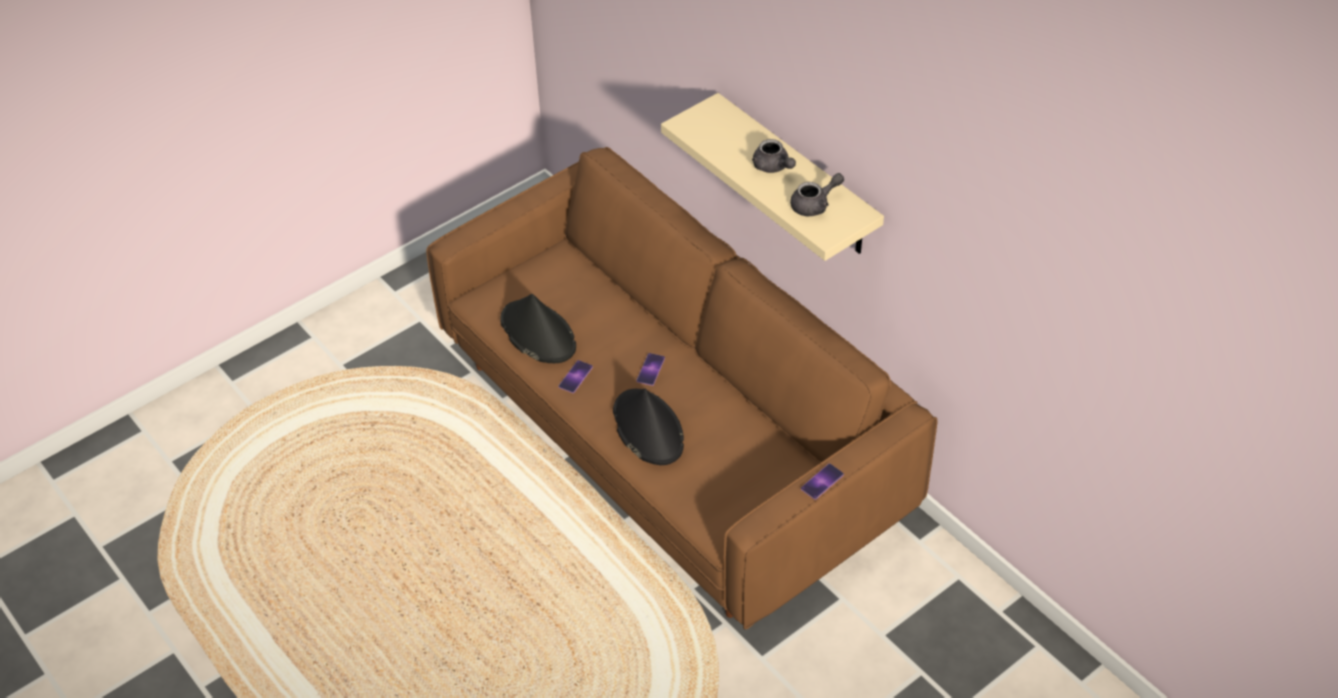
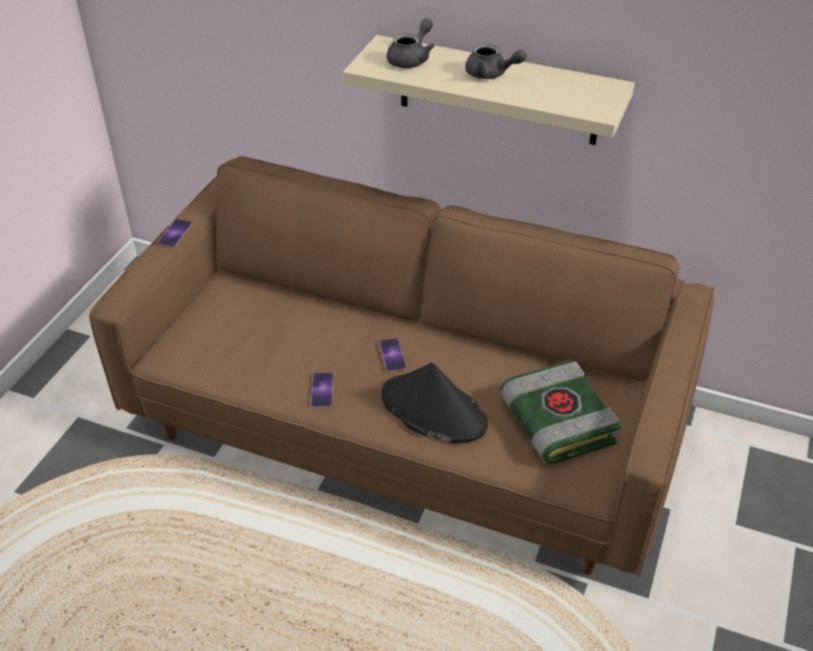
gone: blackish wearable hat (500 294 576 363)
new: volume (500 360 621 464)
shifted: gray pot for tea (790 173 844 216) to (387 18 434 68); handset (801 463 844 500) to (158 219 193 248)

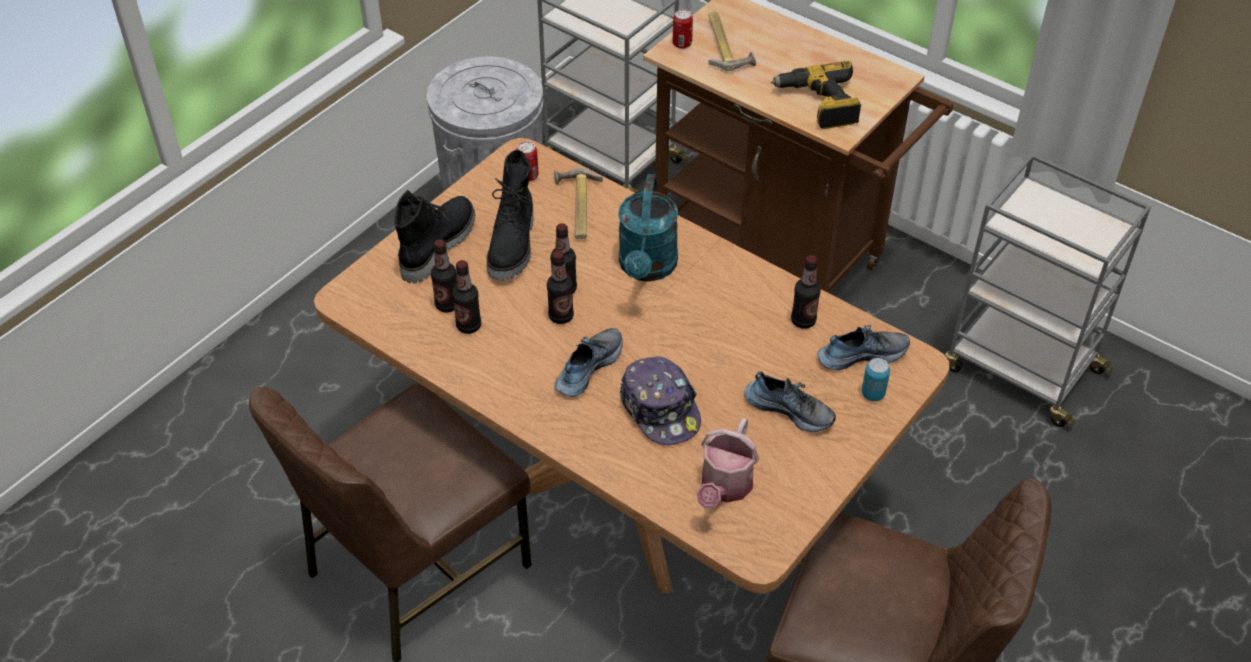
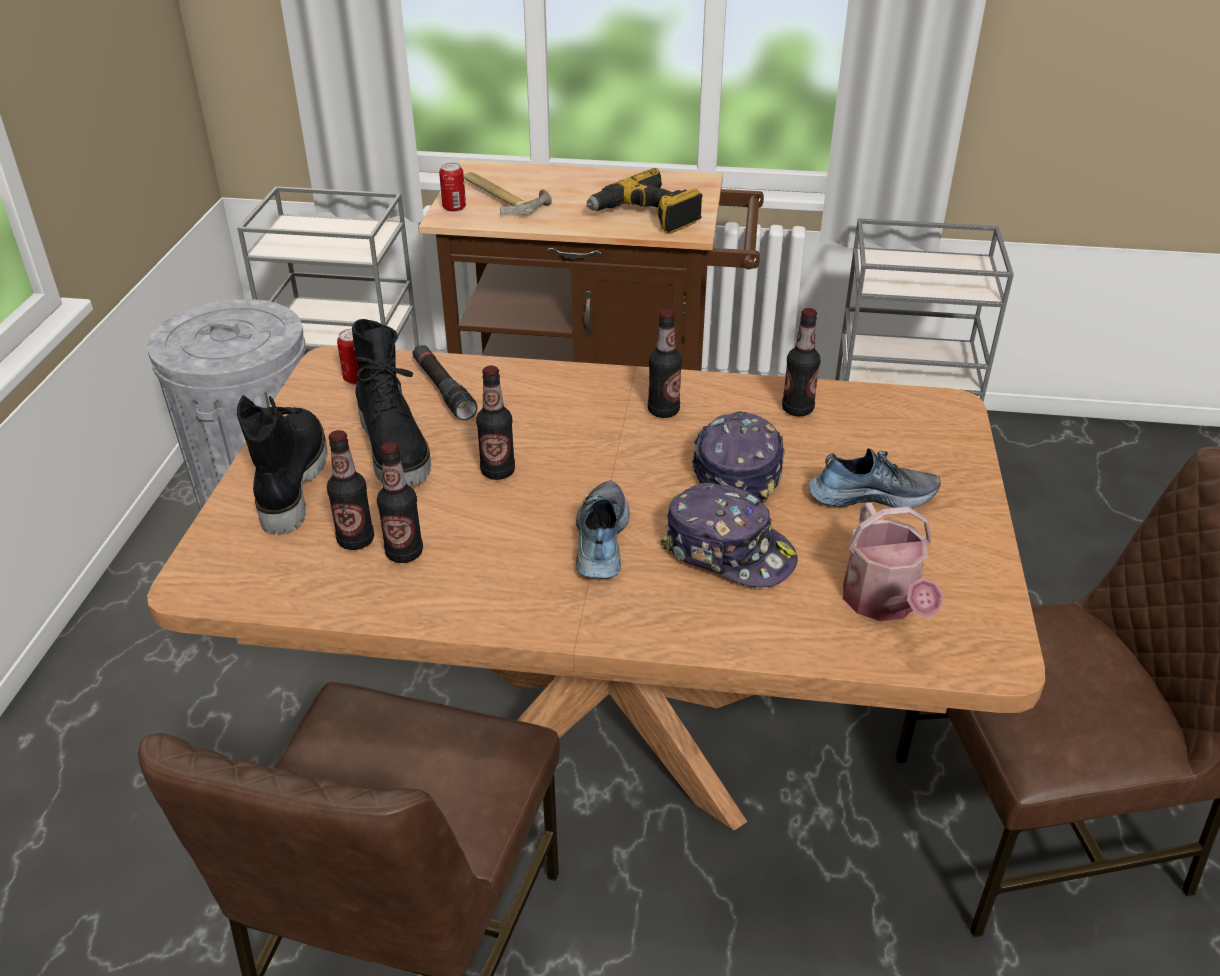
gone: turquoise watering pot (618 174 678 281); shoe (817 325 910 370); can (862 358 890 401)
new: baseball cap (692 411 785 503)
shifted: beverage bottle (547 251 574 324) to (648 309 682 418)
swapped: tool hammer (554 168 603 239) to blackish hand torch (412 345 478 420)

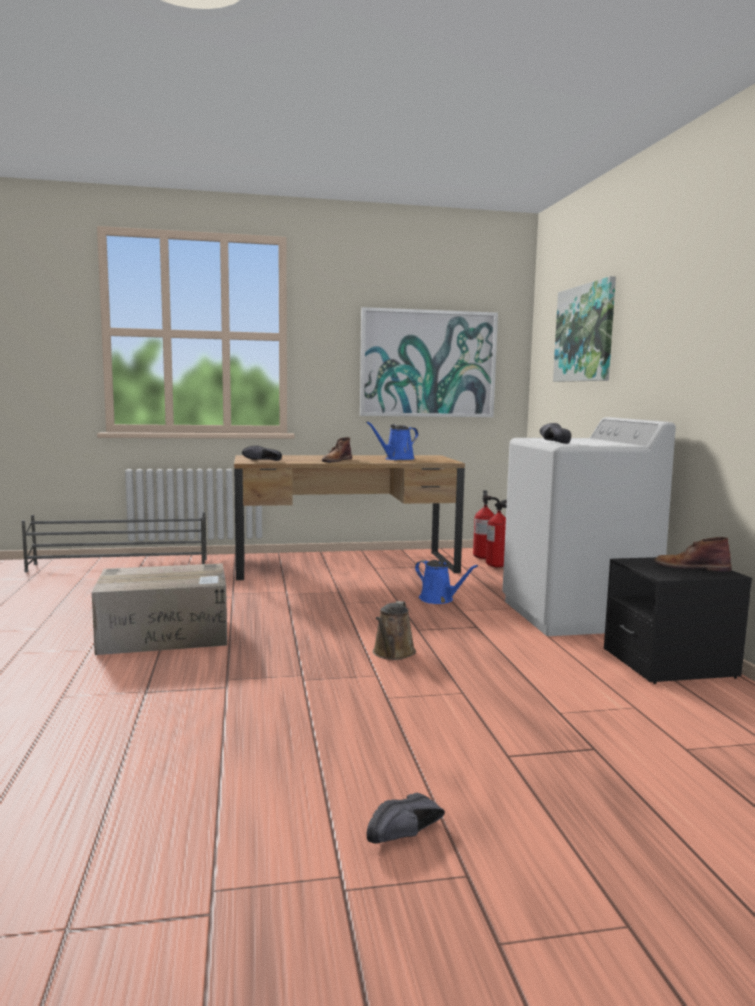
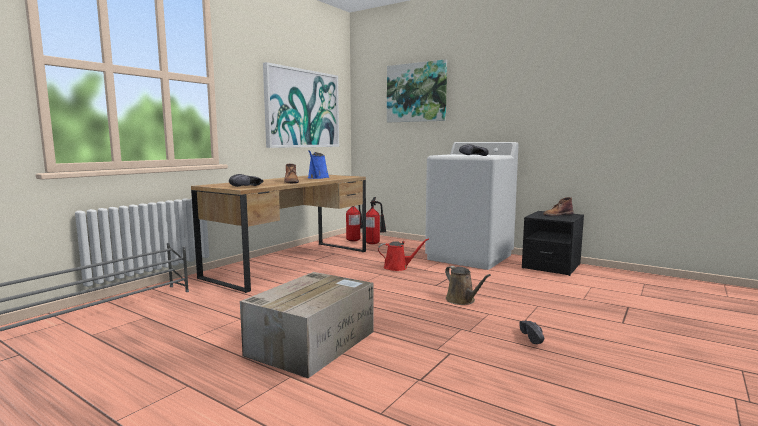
shifted: blackish shoe (367 793 445 844) to (519 321 544 344)
repainted: blue watering pot (415 560 478 604) to red watering pot (378 238 429 271)

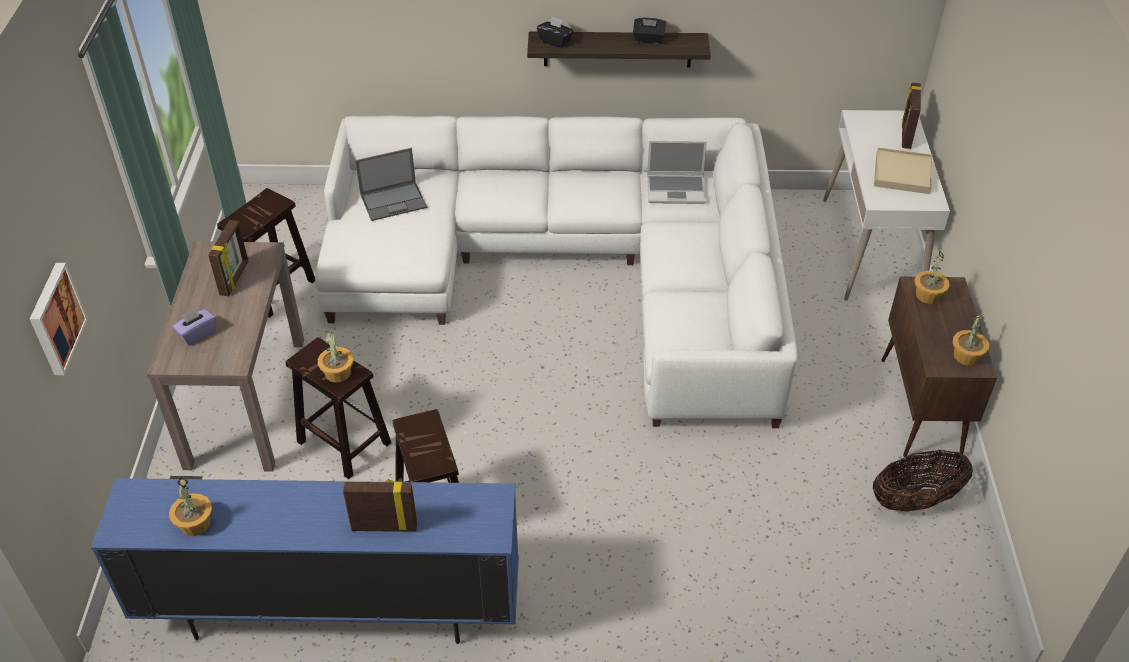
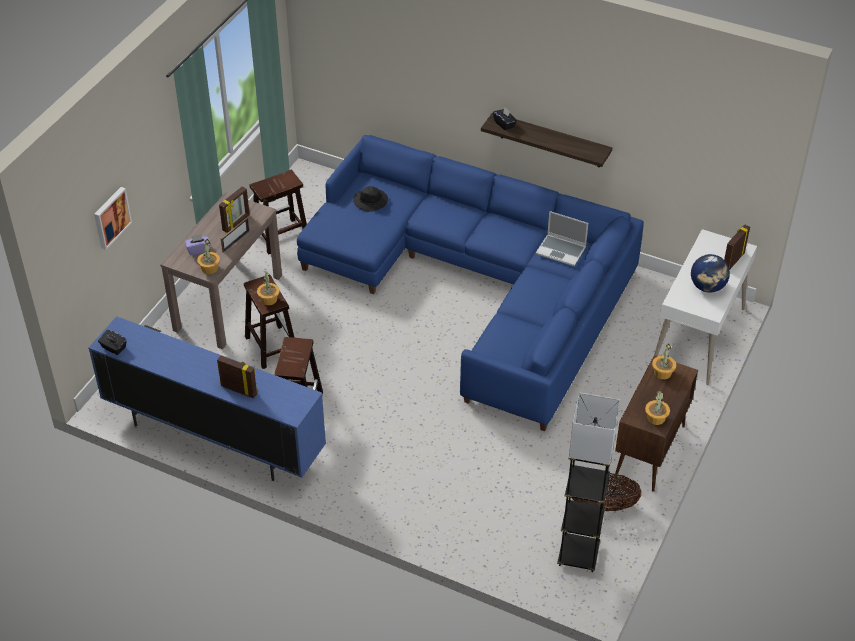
new: standing frame (221 217 250 253); gray floor lamp (557 392 620 572)
shifted: blackish box of tissues (633 18 666 44) to (98 330 127 355); plant in a pot (169 476 212 536) to (197 239 220 274)
swapped: sand-coloured carrying tray (874 147 932 194) to world globe (691 254 730 293); notebook computer (355 148 427 221) to blackish wearable hat (353 186 388 212)
repainted: whitish couch (315 115 797 428) to blue couch (297 135 644 431)

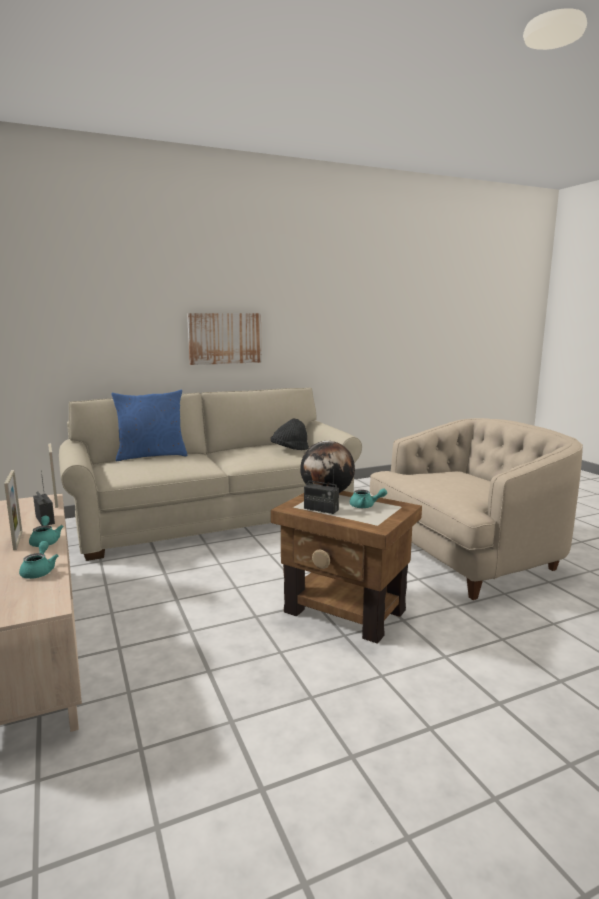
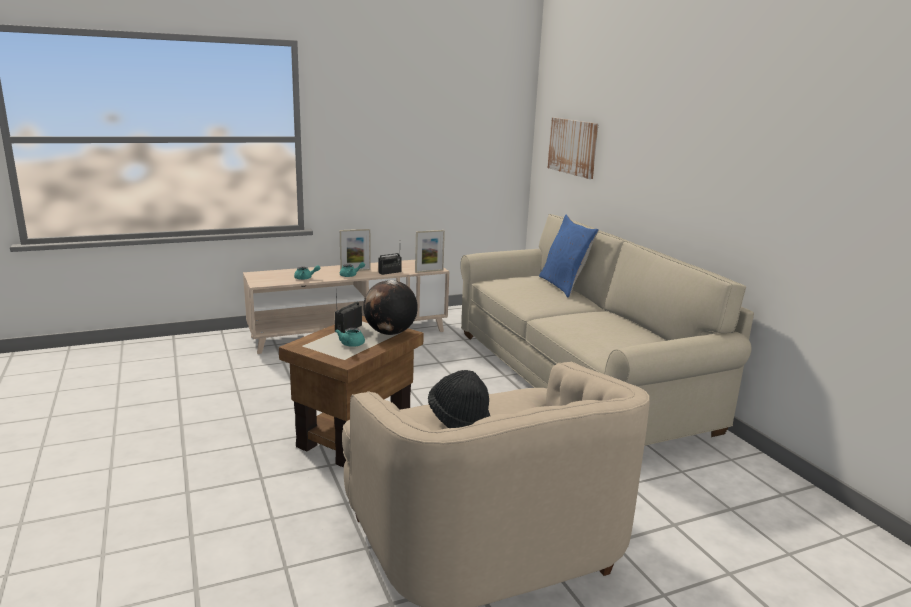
shifted: wall picture (187 313 262 365) to (548 118 598 179); blackish wearable hat (271 418 309 450) to (428 370 490 428)

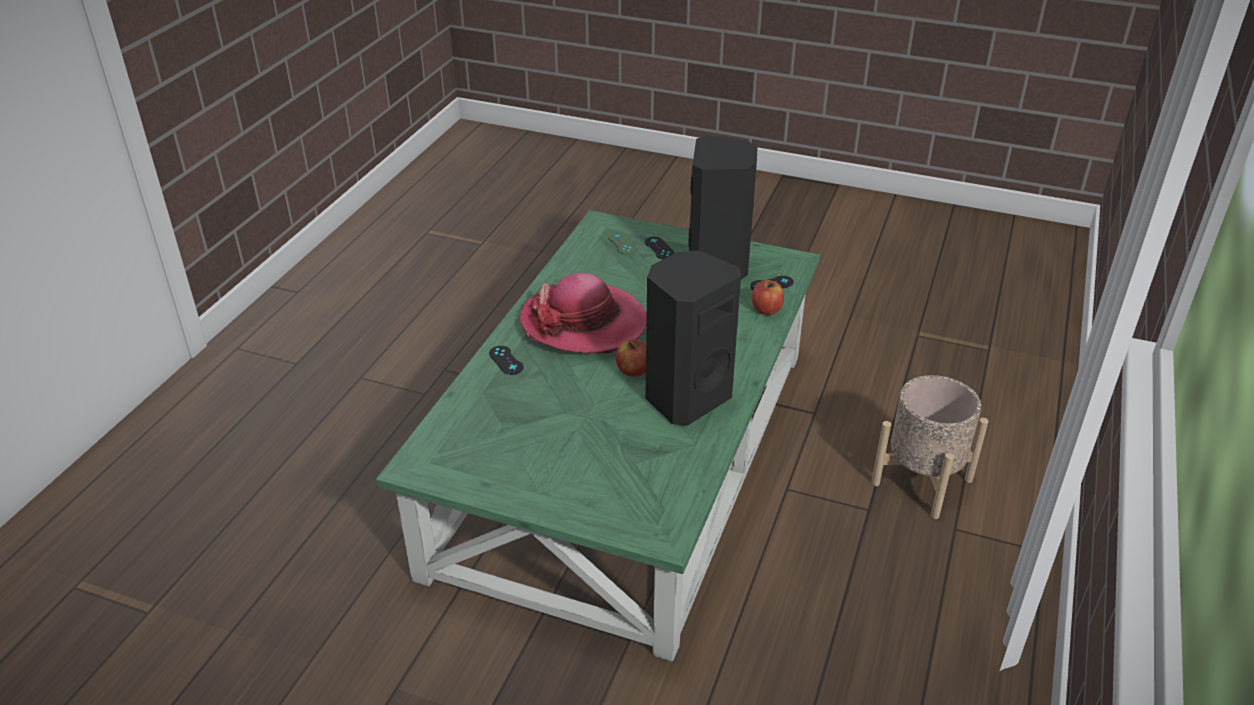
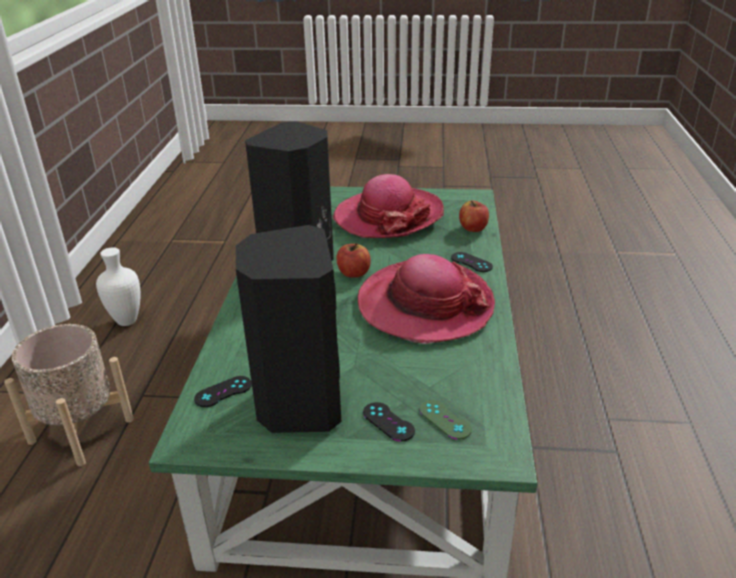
new: wearable hat (333 174 444 238); whitish decorative vase (96 247 140 326)
shifted: whole apple (752 280 784 315) to (459 200 489 232)

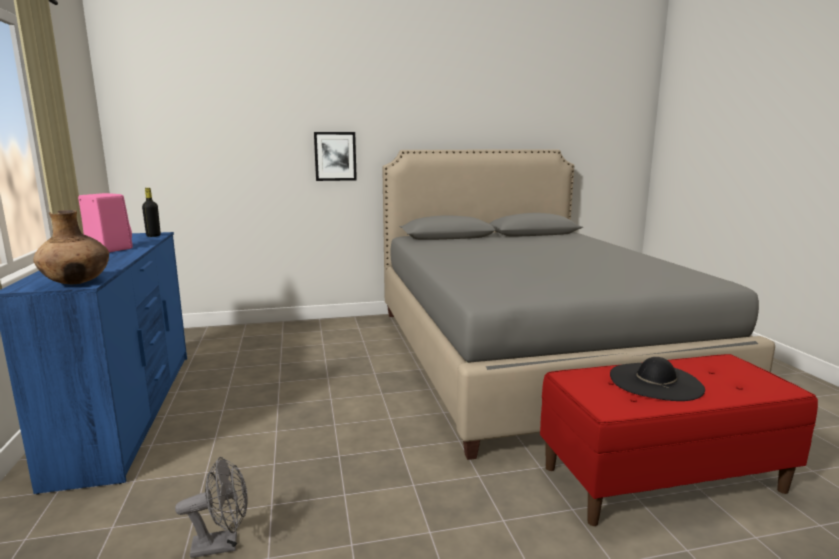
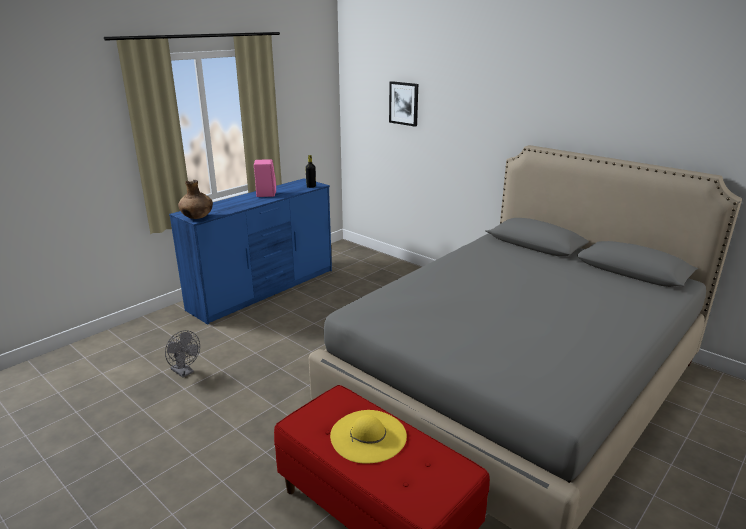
shifted: wall picture (314 132 357 181) to (389 81 418 127)
repainted: blackish wearable hat (610 357 705 401) to yellow wearable hat (330 410 407 464)

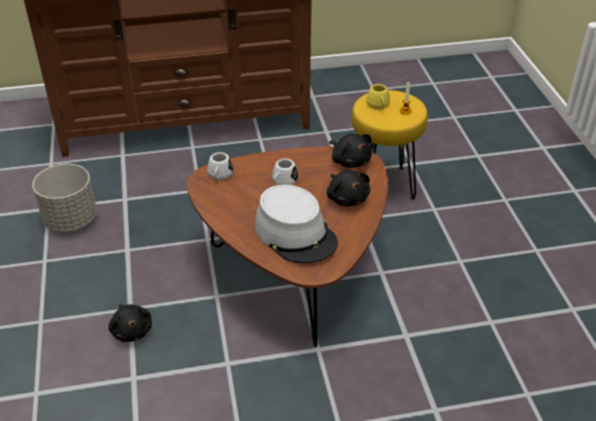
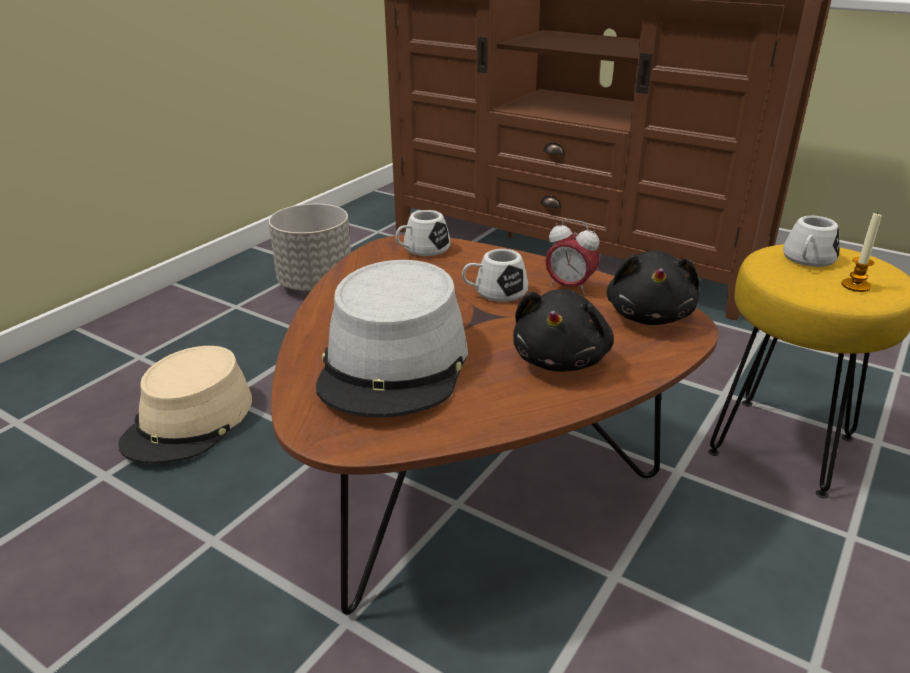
new: bedside clock (545 219 599 295)
swapped: blackish soft toy (108 304 152 342) to sand-coloured wearable hat (118 346 252 464)
repainted: yellow mug (366 84 390 109) to whitish mug (783 216 840 267)

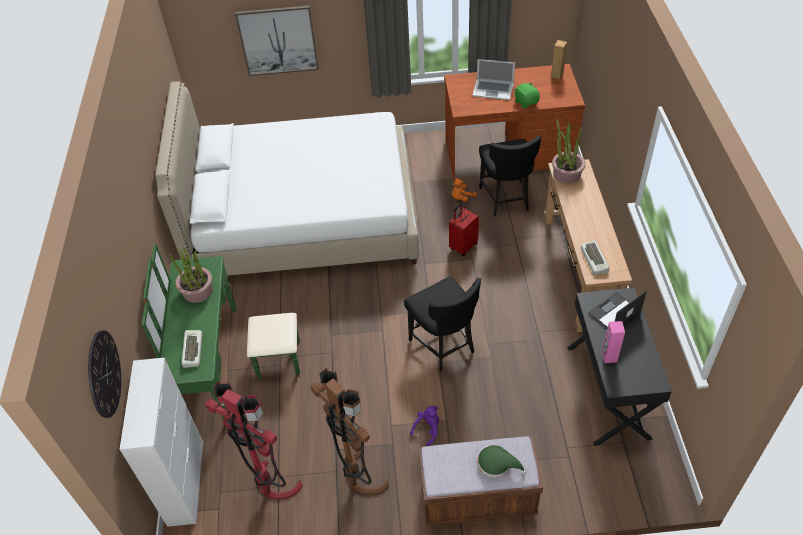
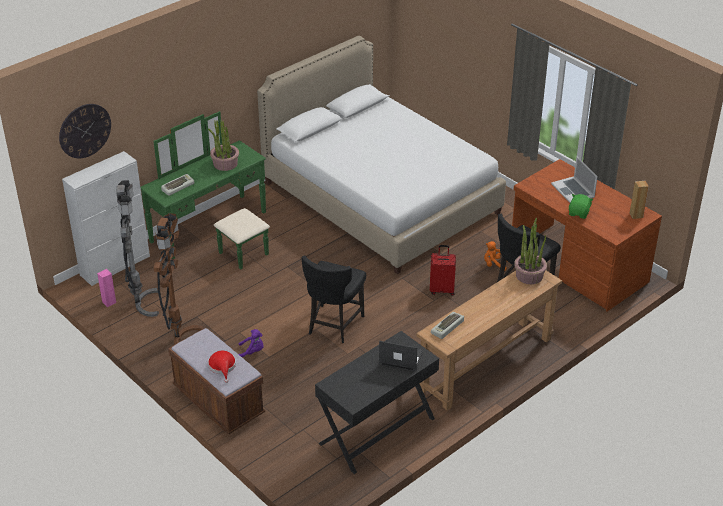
gone: wall picture (235 5 319 76)
shifted: pink-coloured audio speaker (602 321 625 363) to (97 269 116 307)
repainted: red floor lamp (205 381 303 499) to gray floor lamp (116 180 159 317); green wearable hat (477 445 526 478) to red wearable hat (208 351 236 383)

